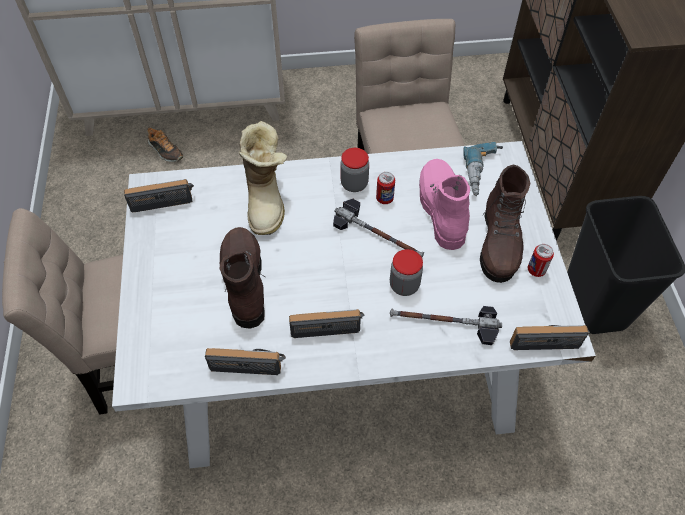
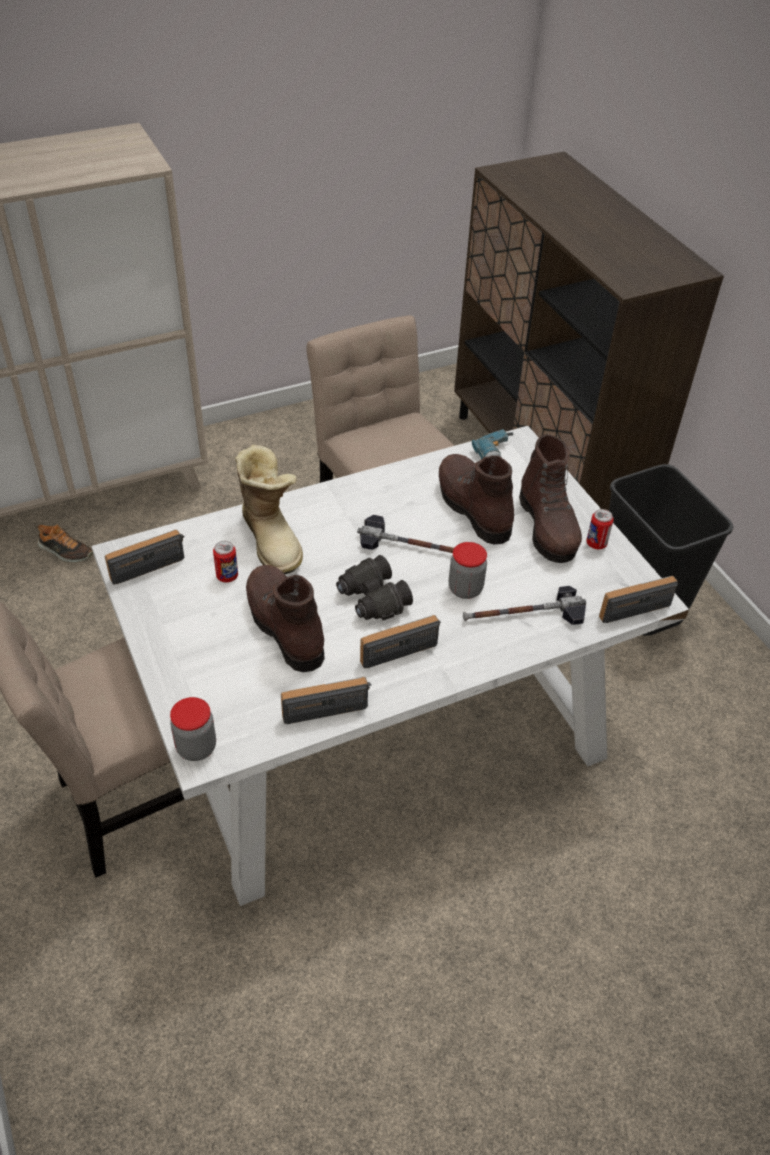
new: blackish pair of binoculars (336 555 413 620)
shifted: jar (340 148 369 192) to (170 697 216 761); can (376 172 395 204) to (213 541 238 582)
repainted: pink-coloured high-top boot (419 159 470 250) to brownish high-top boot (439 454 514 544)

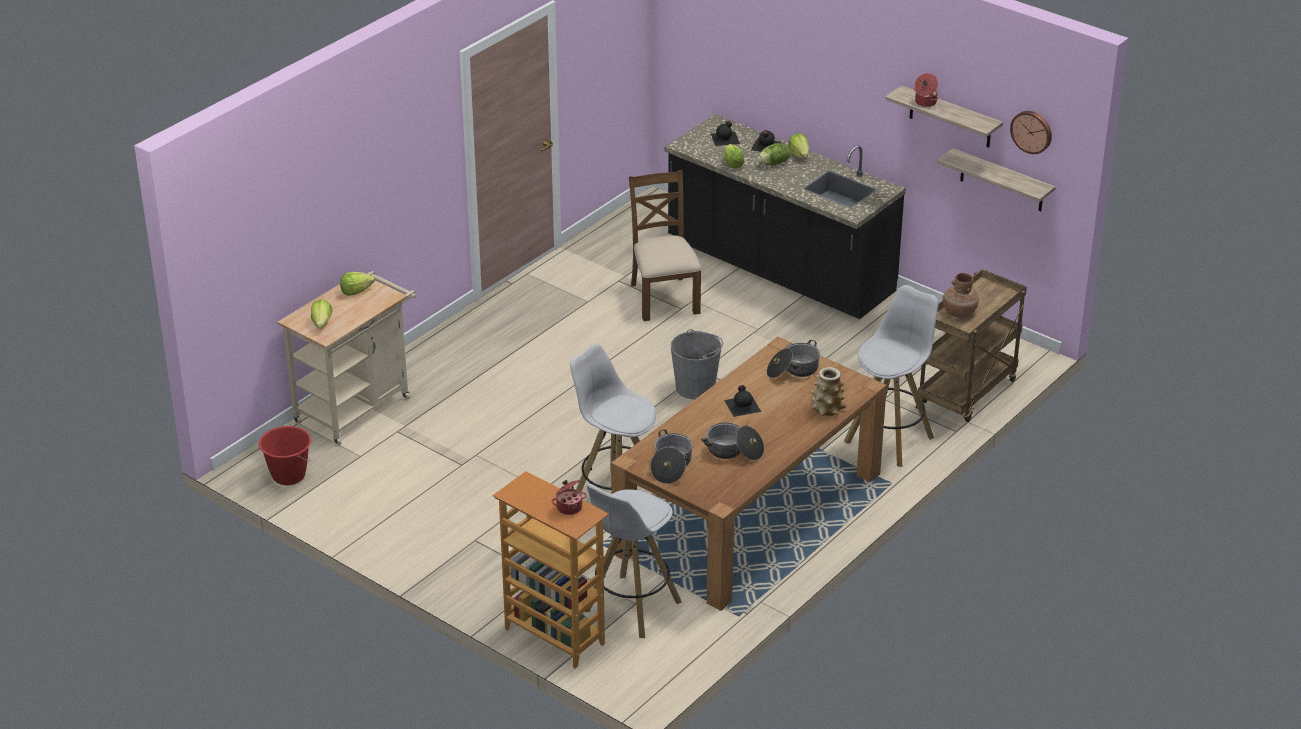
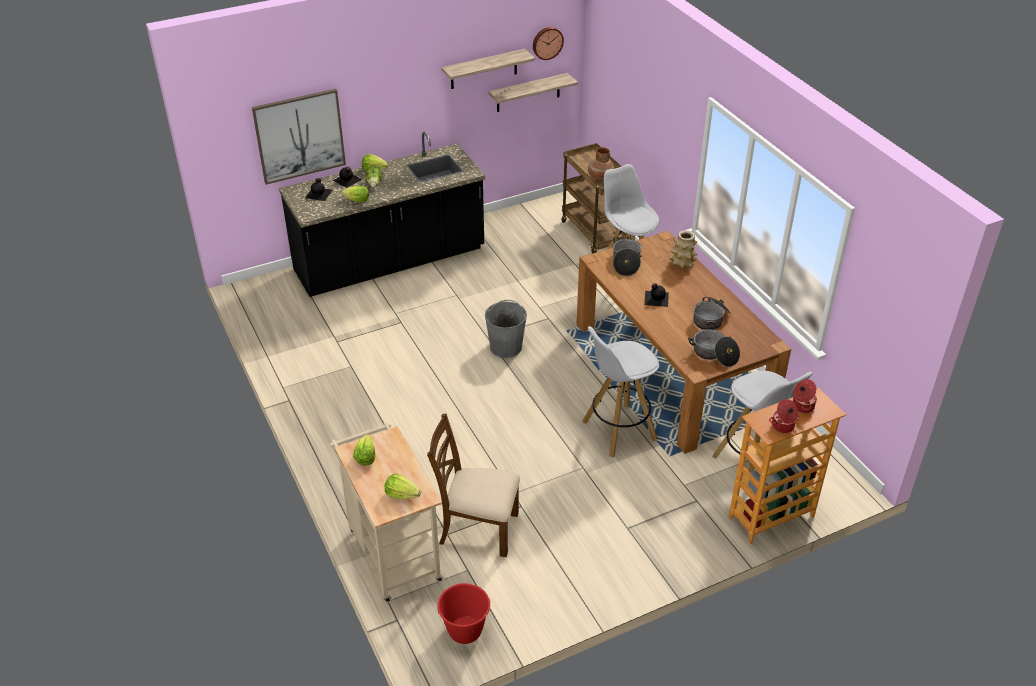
new: wall picture (252 89 346 185)
shifted: stockpot (914 73 938 107) to (769 399 800 433); brownish chair (629 170 702 321) to (427 414 520 557)

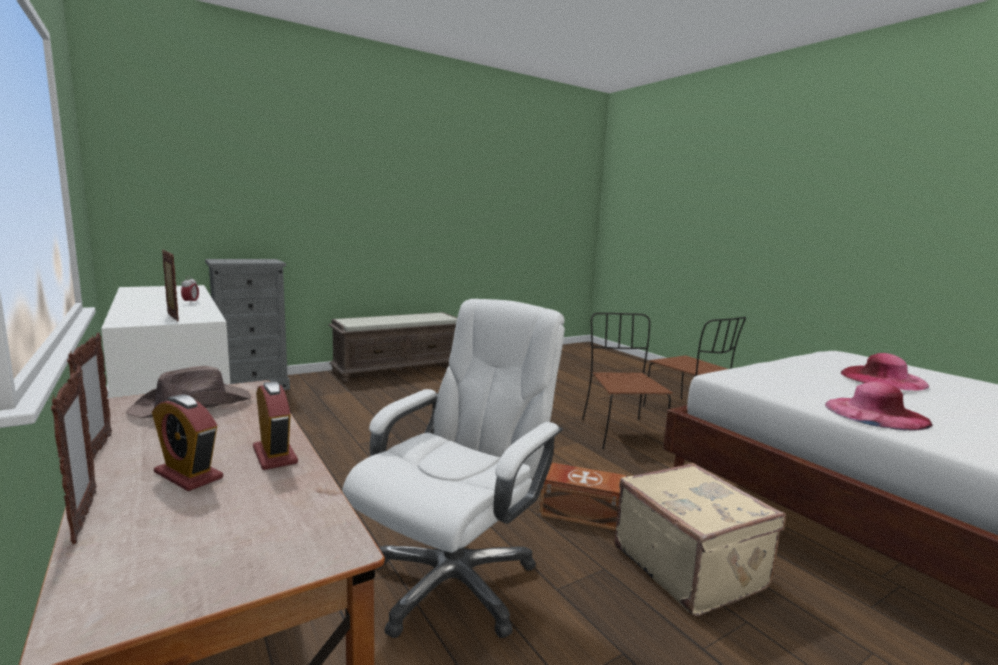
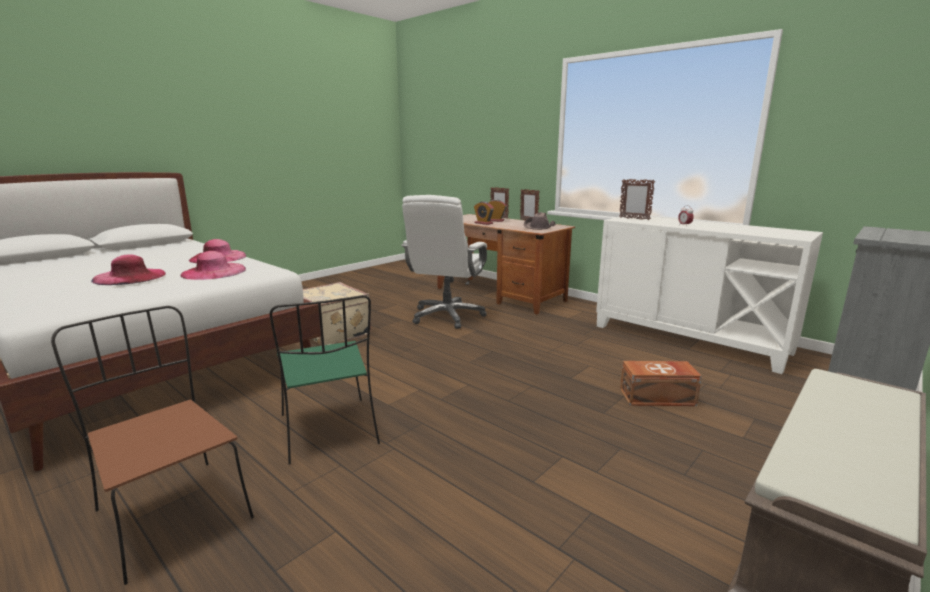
new: pink-coloured wearable hat (181 251 246 280)
shifted: brownish storage bin (539 463 626 530) to (620 361 702 406)
repainted: brownish chair (582 313 673 449) to green chair (270 295 380 464)

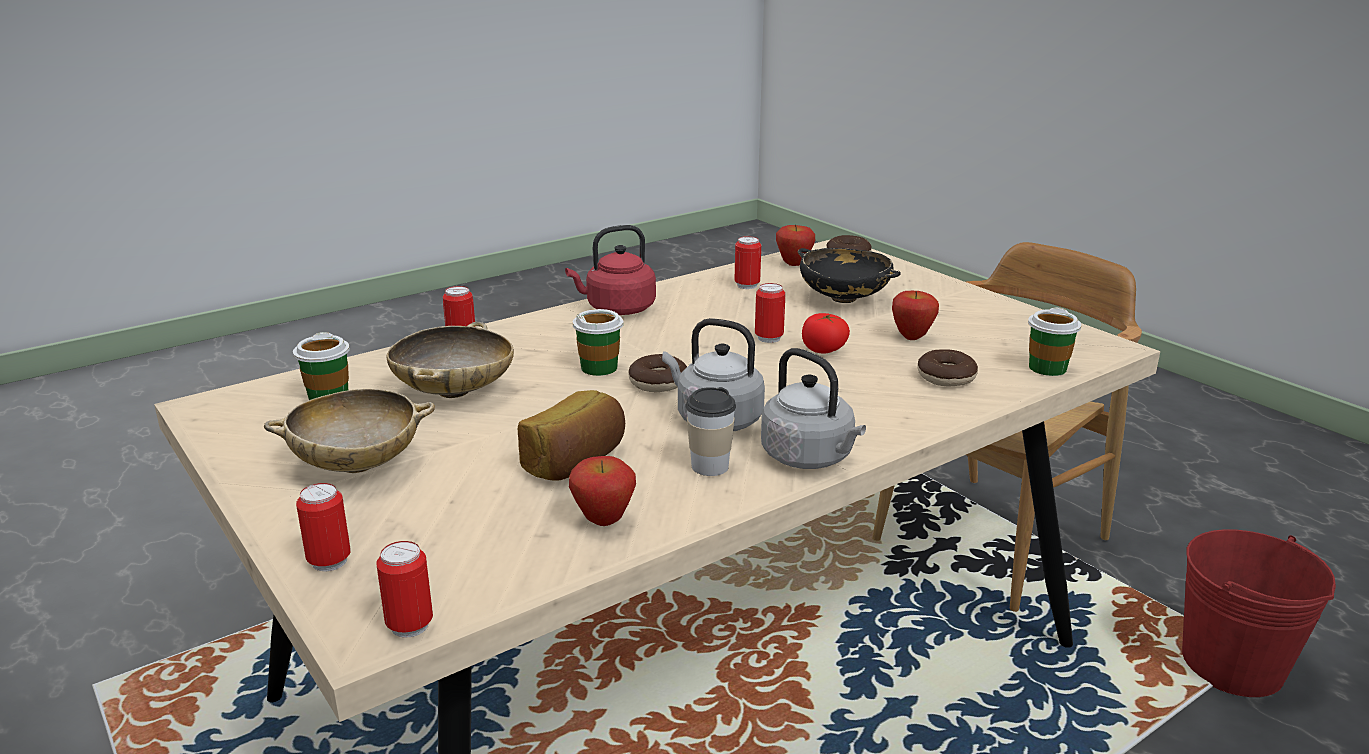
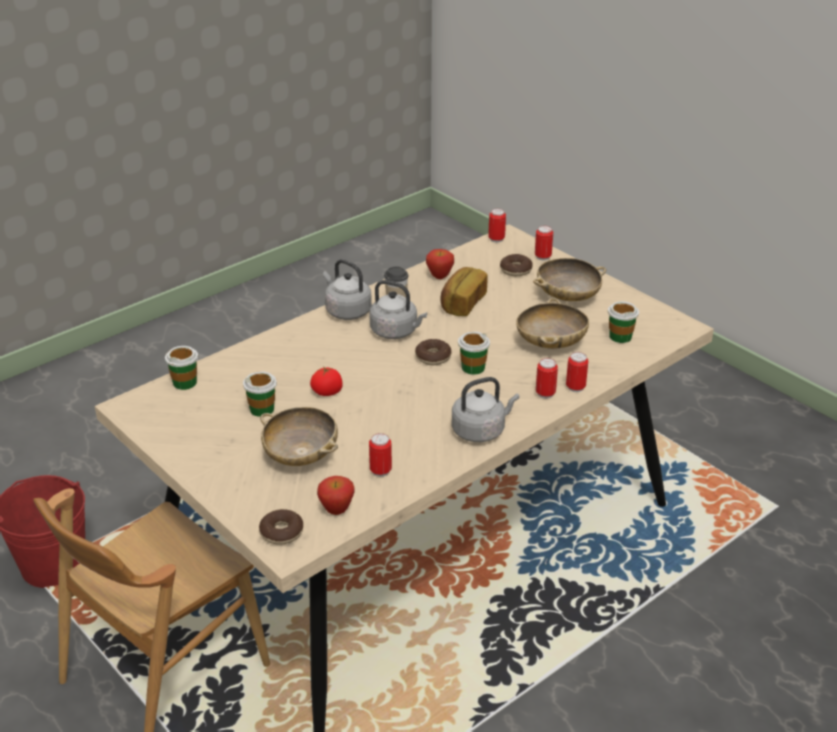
shifted: can (755 283 785 343) to (536 358 558 399); doughnut (917 349 978 386) to (500 254 533 276)
swapped: whole apple (892 291 939 340) to drinking cup (243 371 277 417)
repainted: red tea kettle (565 225 656 315) to gray tea kettle (452 377 519 442); blackish deep dish (798 248 901 303) to sand-coloured deep dish (260 407 338 466)

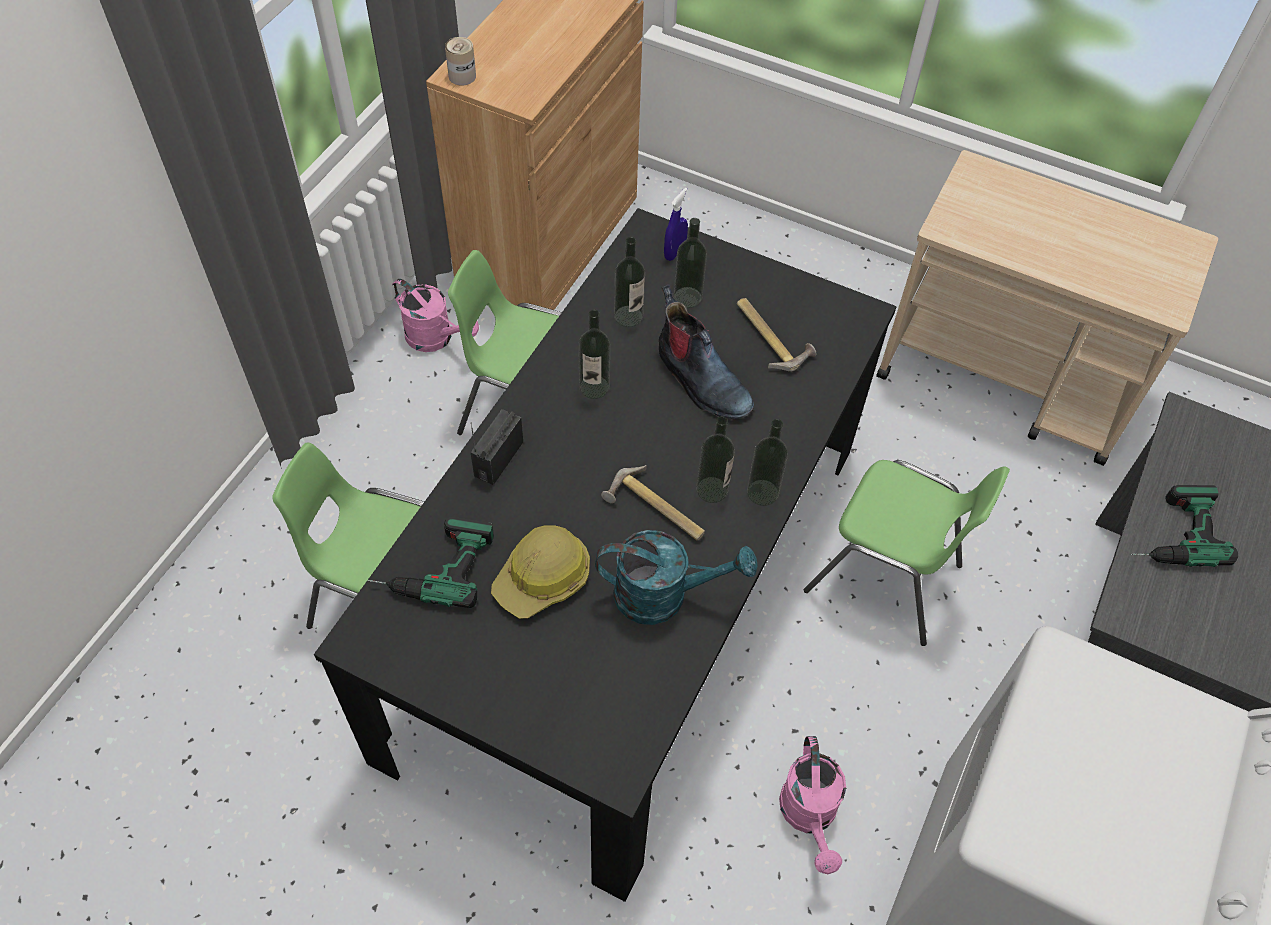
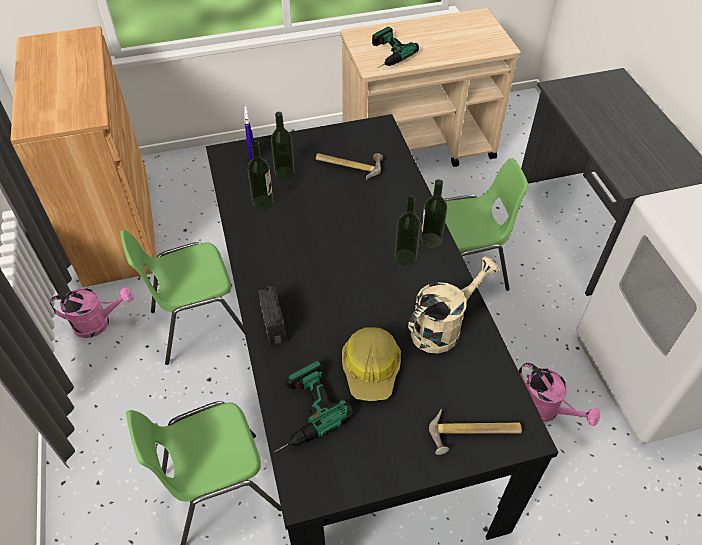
gone: can (445 37 476 85); high-top boot (659 284 754 420); beverage bottle (578 310 610 399)
shifted: tool hammer (601 465 705 540) to (429 409 522 455); drill (1131 485 1238 567) to (372 27 419 68)
repainted: turquoise watering pot (595 530 758 625) to sand-coloured watering pot (408 257 499 353)

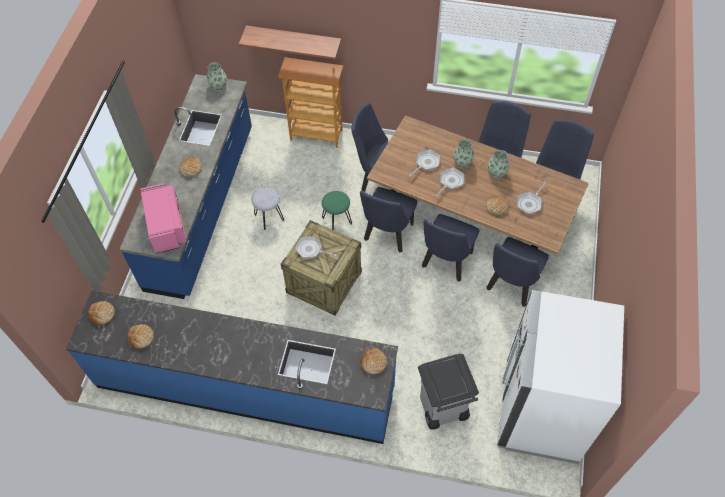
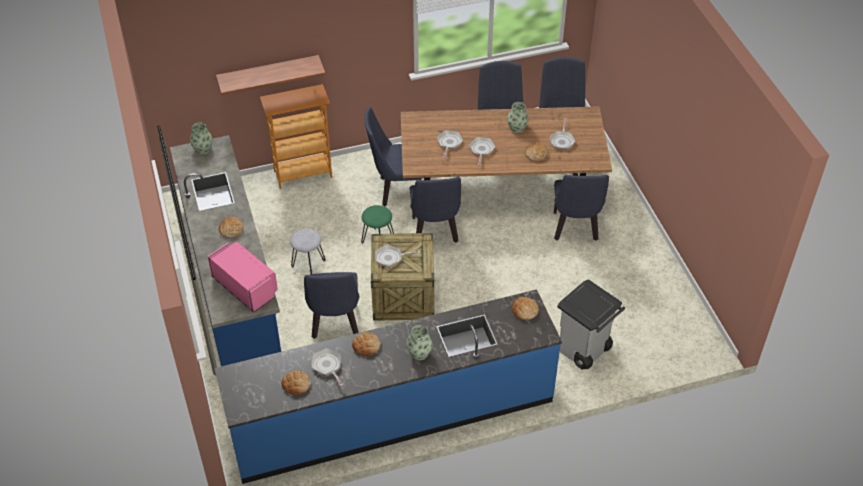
gone: whitish kitchen fridge (497 290 624 464)
new: pan (311 348 344 387)
shifted: decorative vase (453 139 474 168) to (407 325 433 360); blue chair (422 214 479 282) to (304 272 360 339); bread (88 301 115 325) to (352 332 381 356)

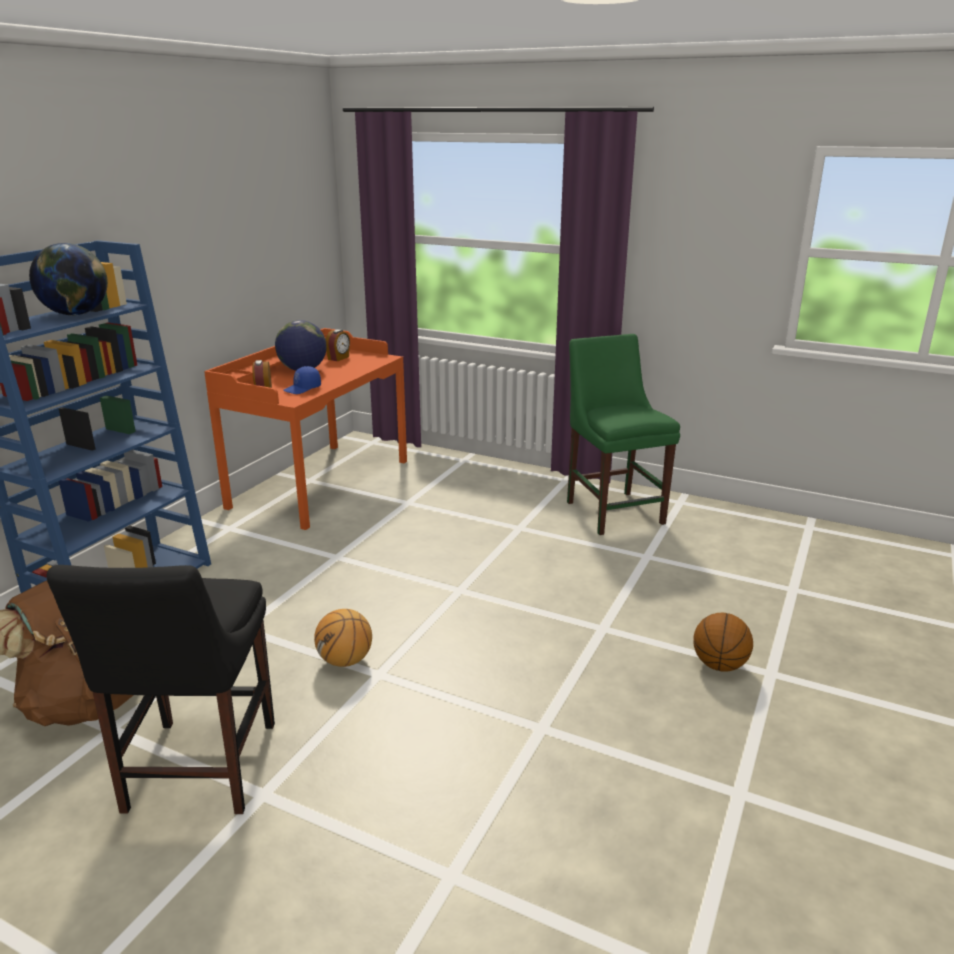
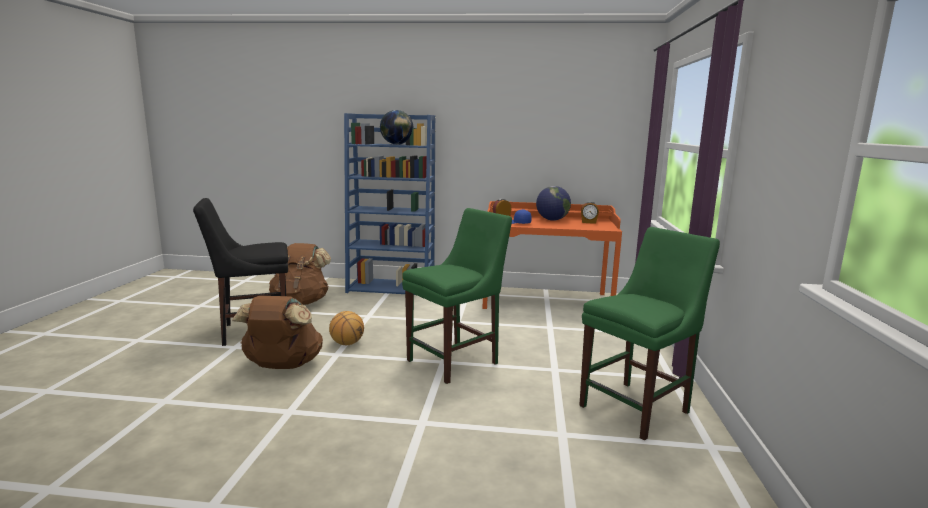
gone: ball for basketball (693 613 753 672)
new: green chair (402 208 512 384); brownish knapsack (232 296 323 369)

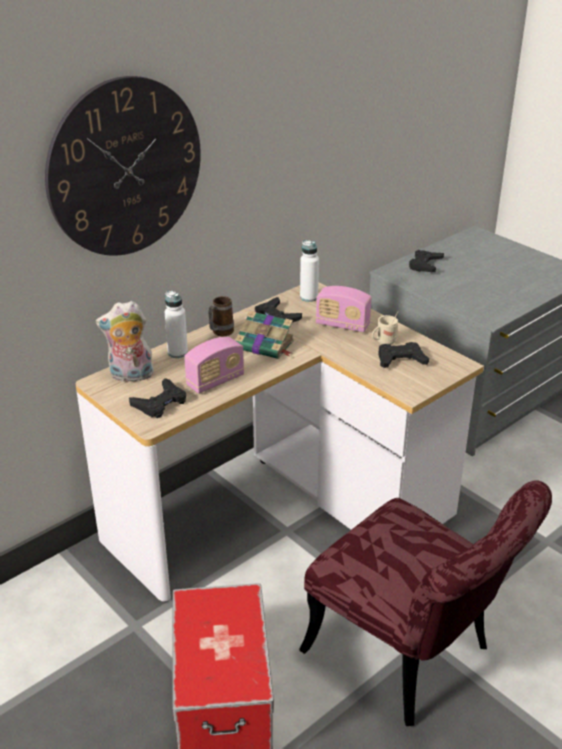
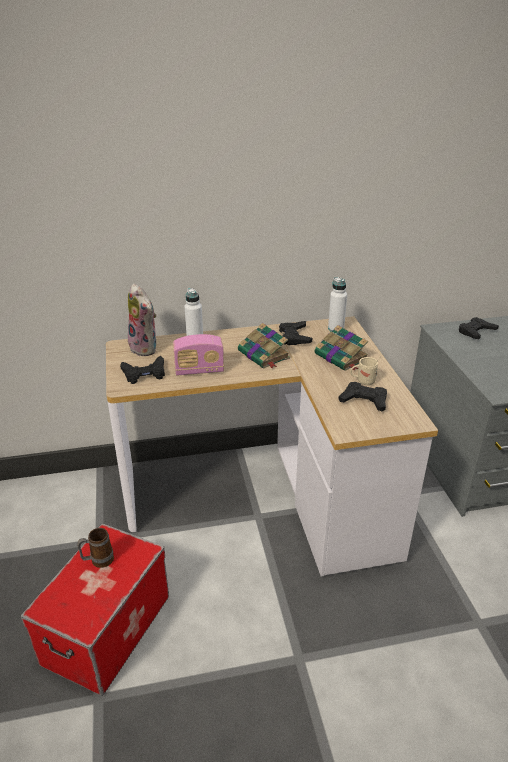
gone: wall clock (45 76 201 256); red chair (299 480 552 726)
shifted: mug (208 296 234 337) to (77 528 114 568)
swapped: radio receiver (316 286 372 333) to volume (314 325 368 371)
rotated: soft toy (96 301 154 382) = (128 283 156 356) 150 degrees counterclockwise

